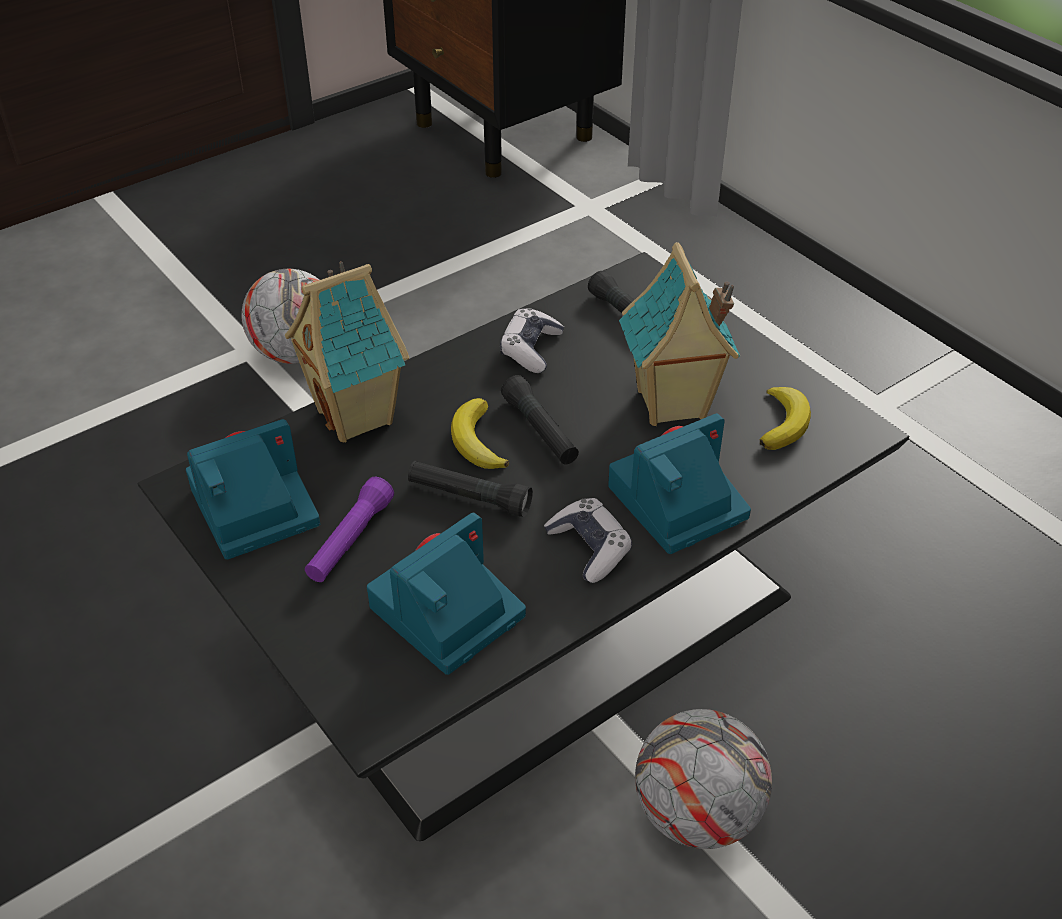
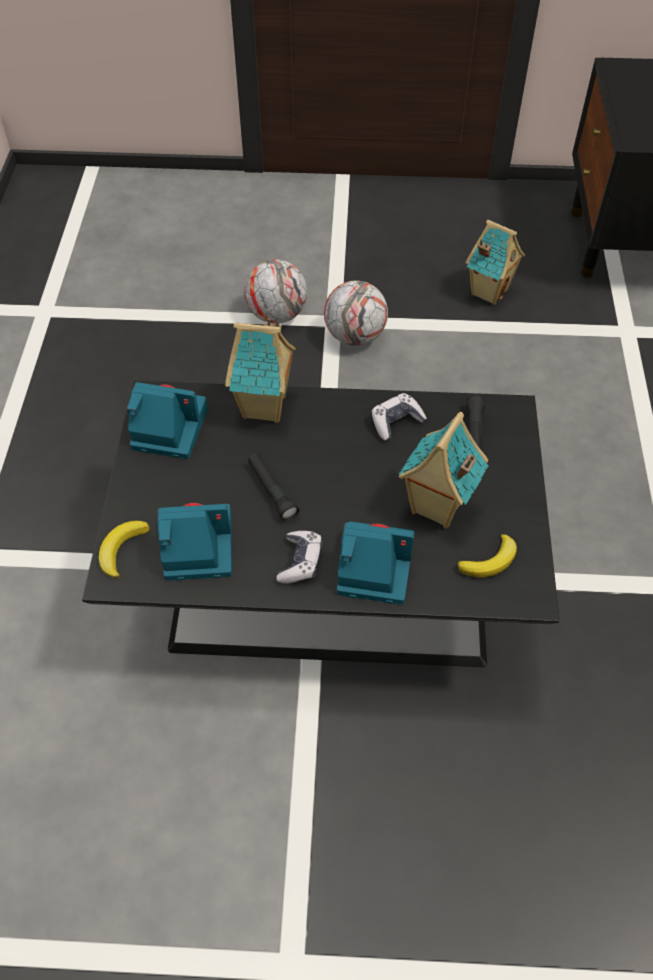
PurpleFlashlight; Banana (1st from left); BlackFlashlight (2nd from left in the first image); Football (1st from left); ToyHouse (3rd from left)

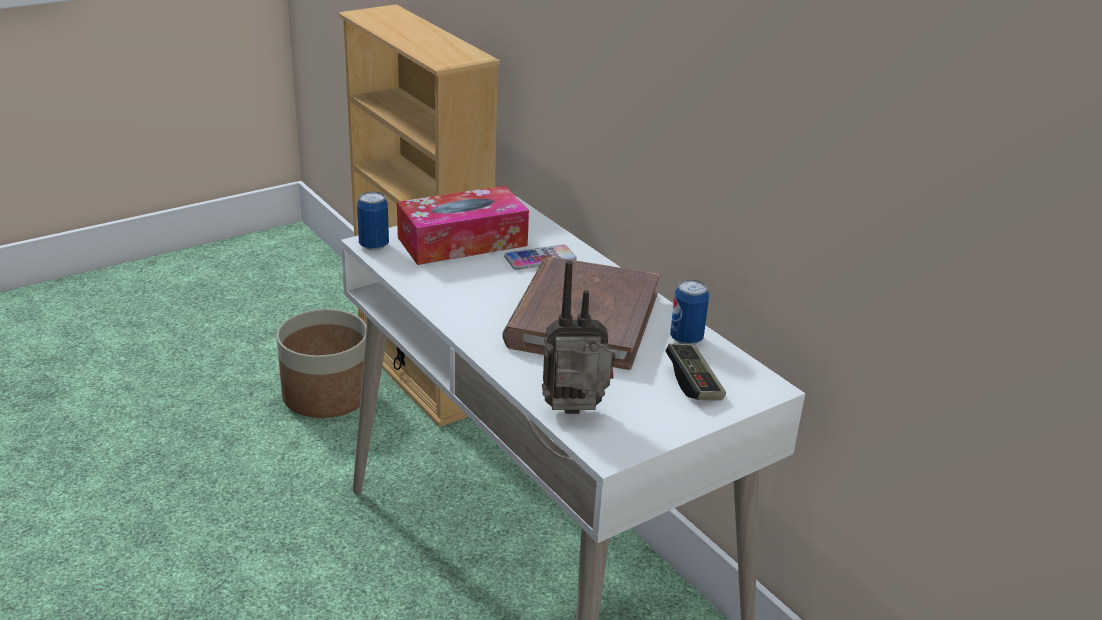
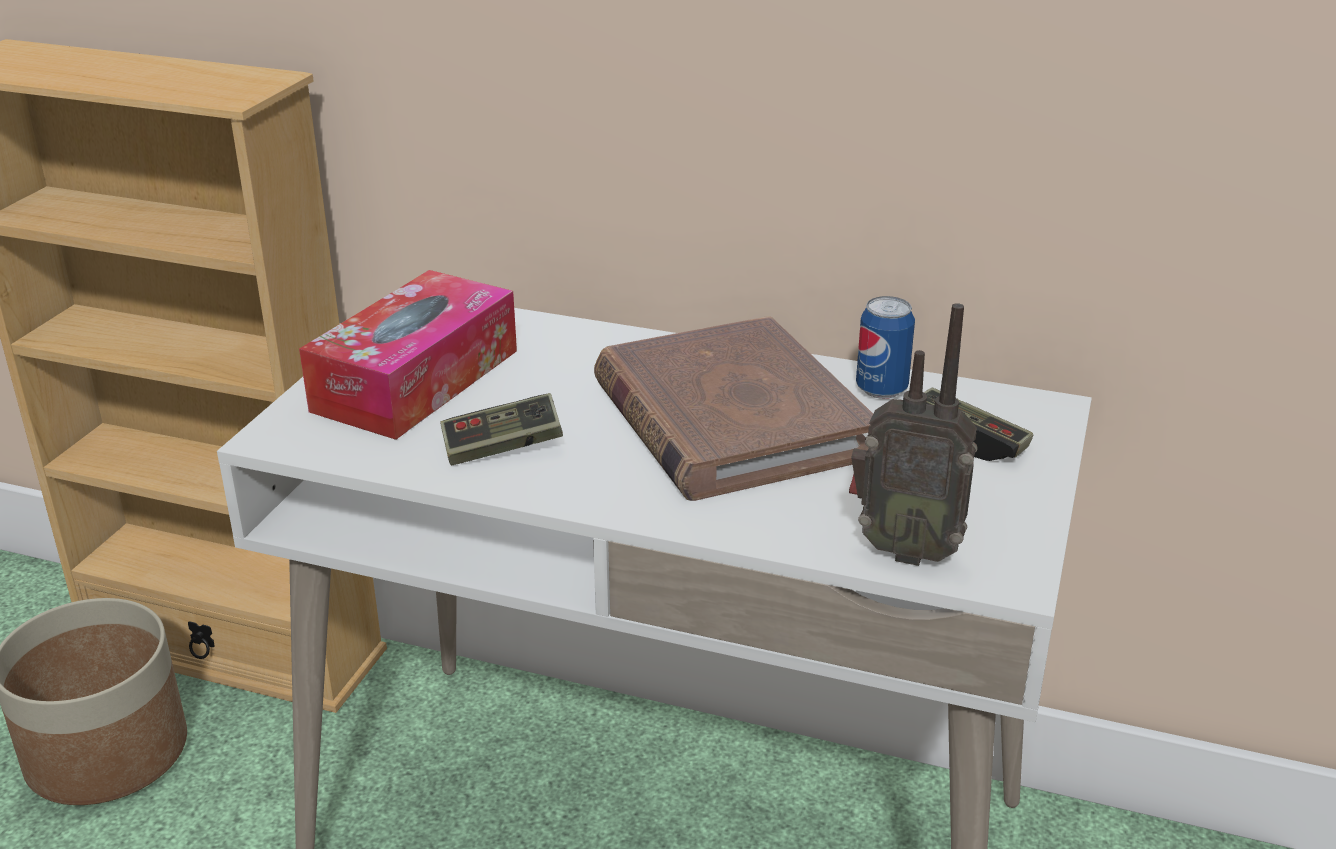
Can (1st from left in the first image); Phone; Radio; GameController (1st from left)

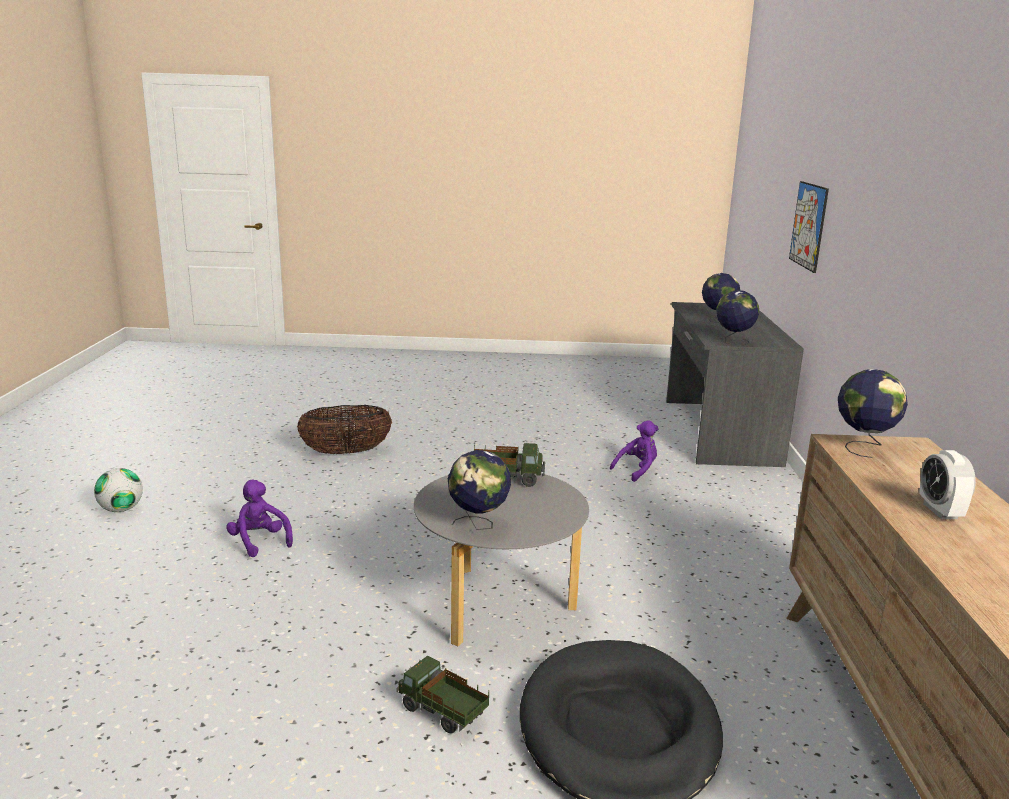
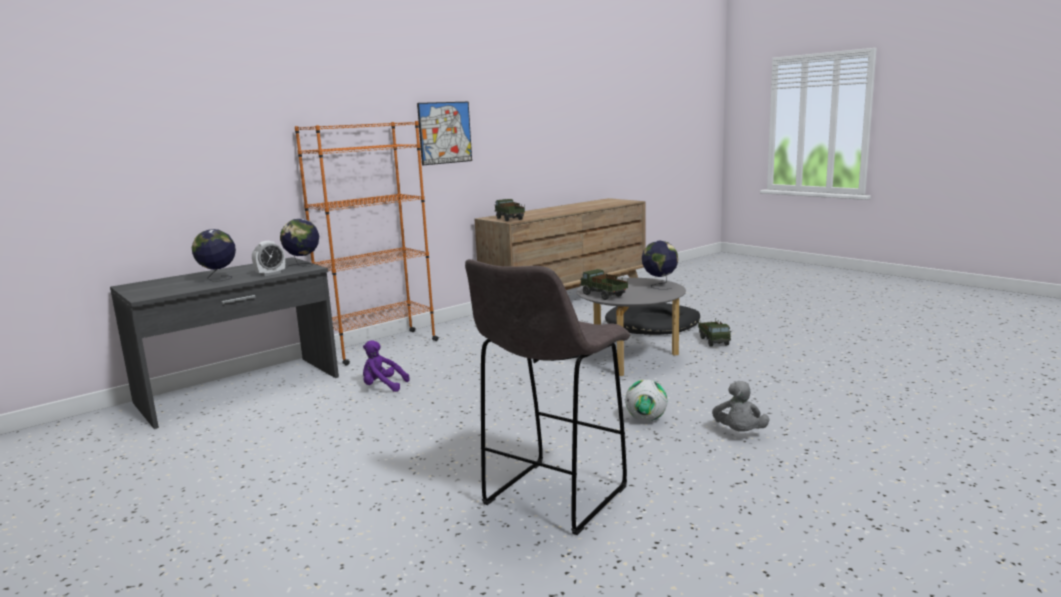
Football; GreyPlushToy; GreyStool; Picture; ToyTruck (1st from left); AlarmClock; OrangeBookcase

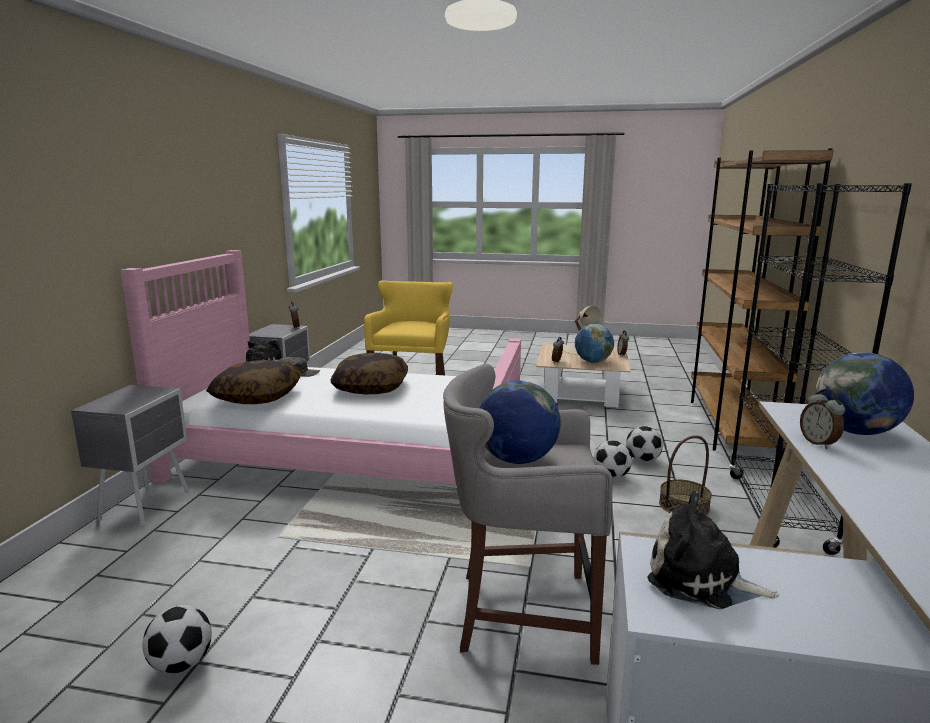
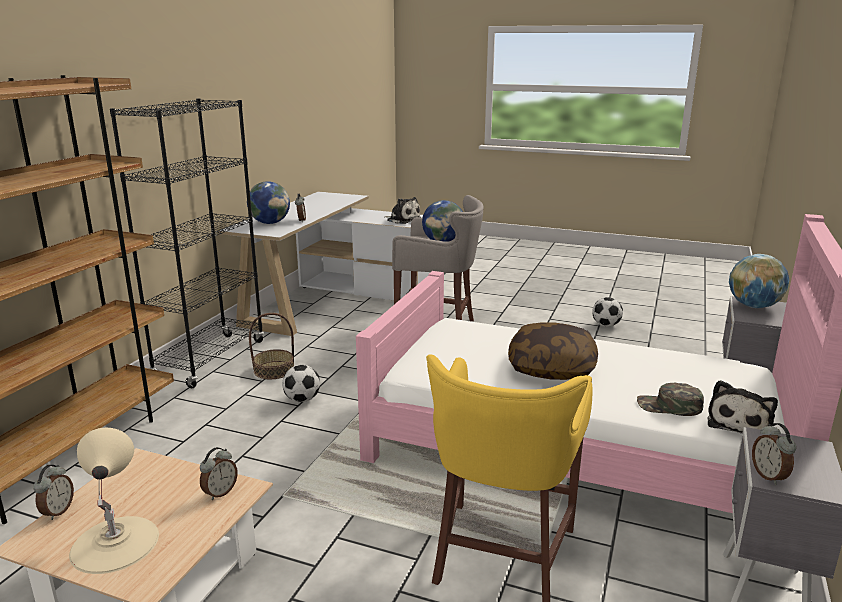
Pillow (1st from left in the first image); Globe (3rd from left); Football (3rd from left in the first image)

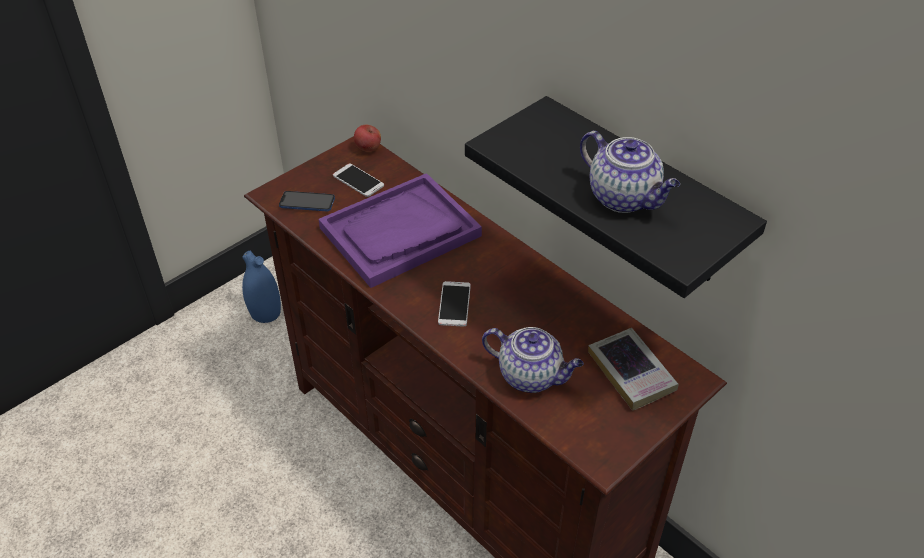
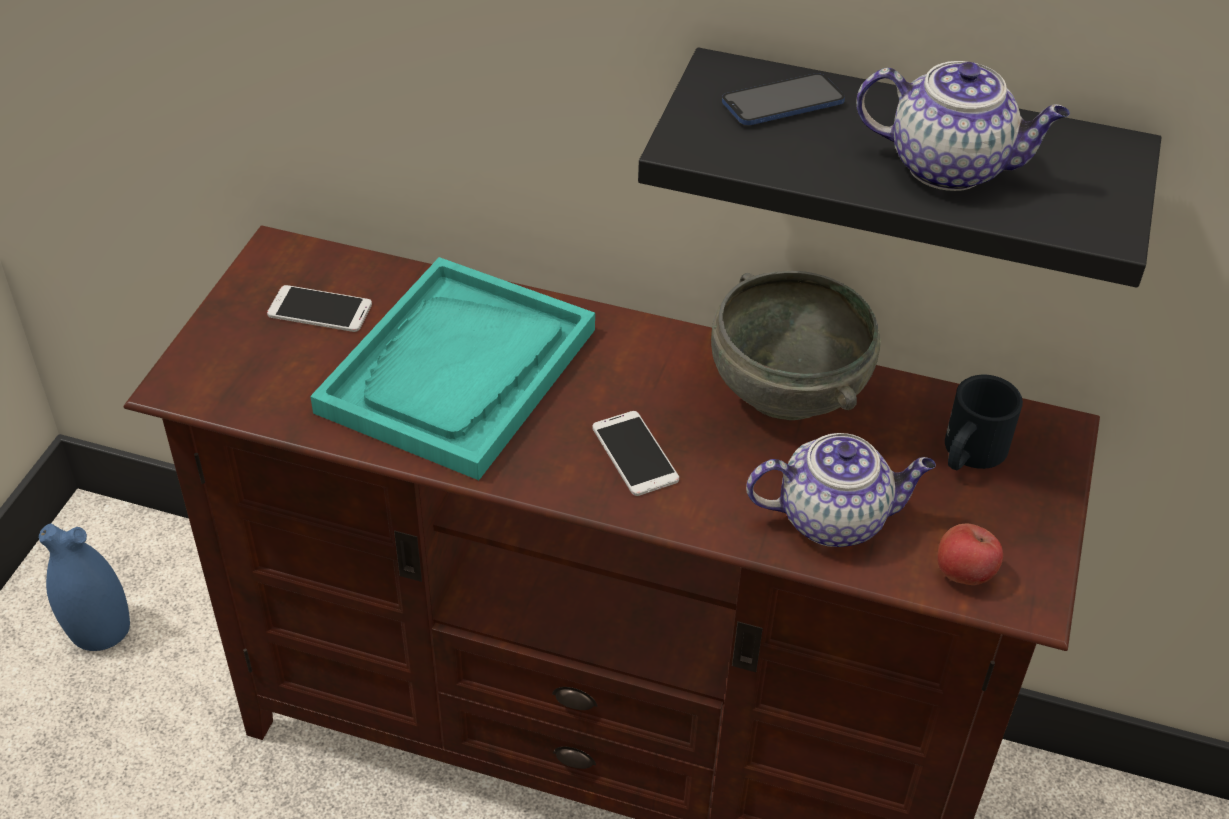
Phone (3rd from left); TurquoiseTray; Apple; BlackMug; GreyBowl

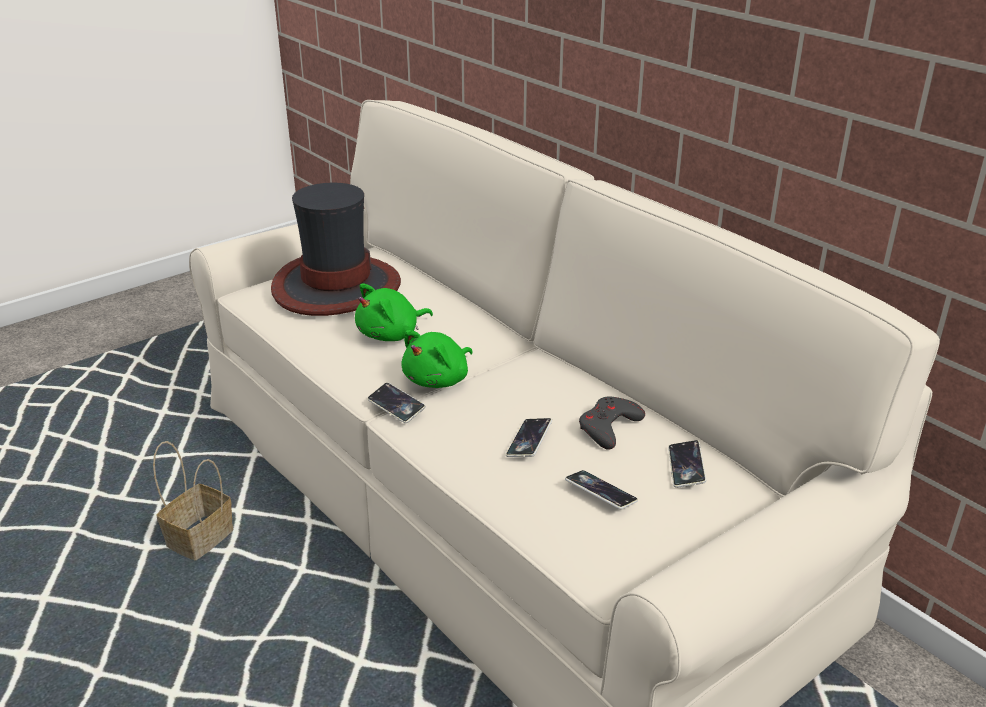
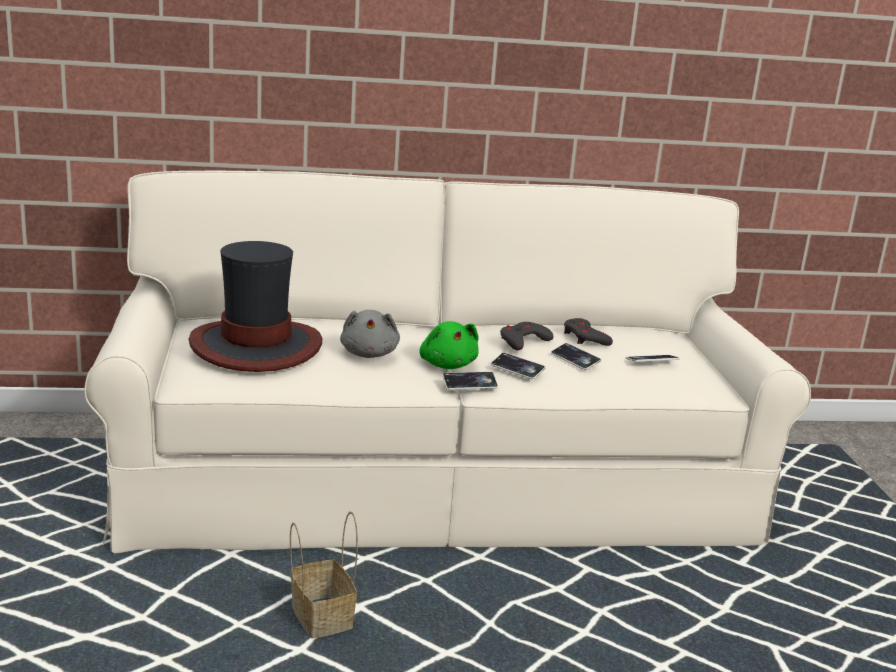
GreyPlushToy; Phone (2nd from left); GreyGameController (1st from left)

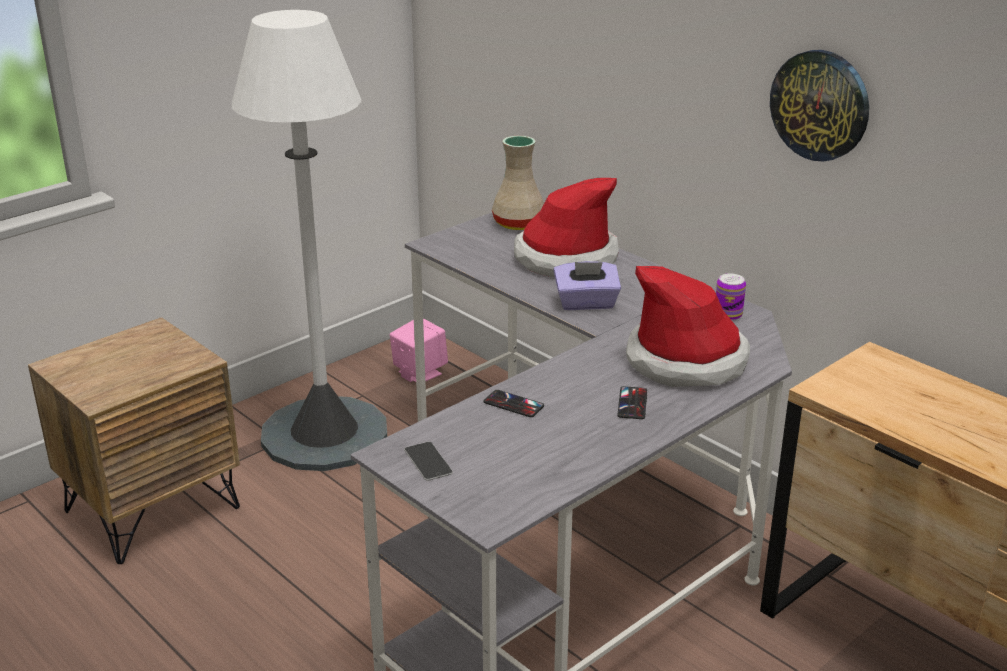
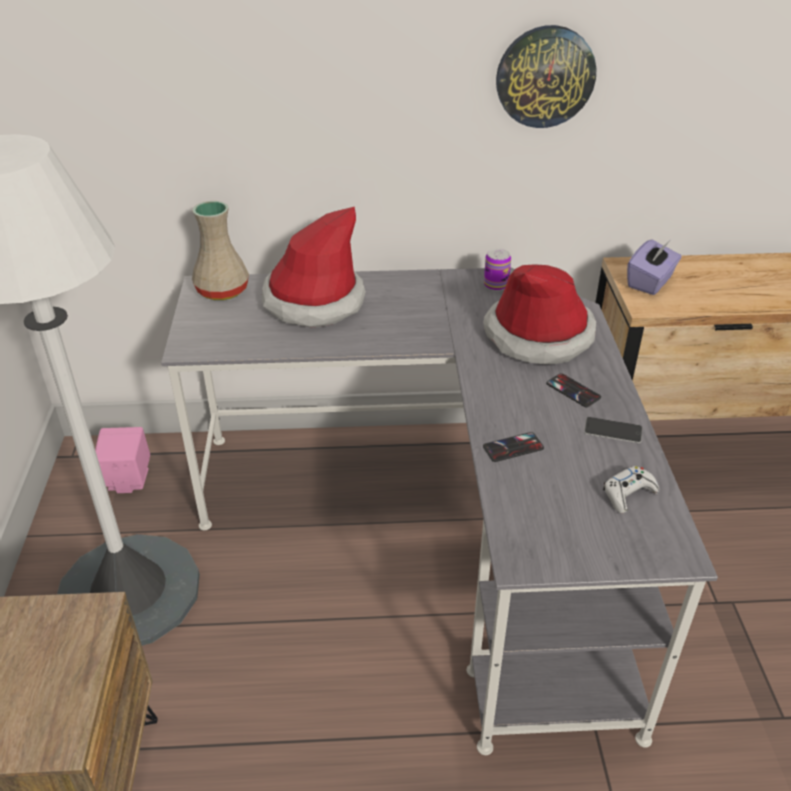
Phone (3rd from left); PurpleTissueBox; WhiteGameController

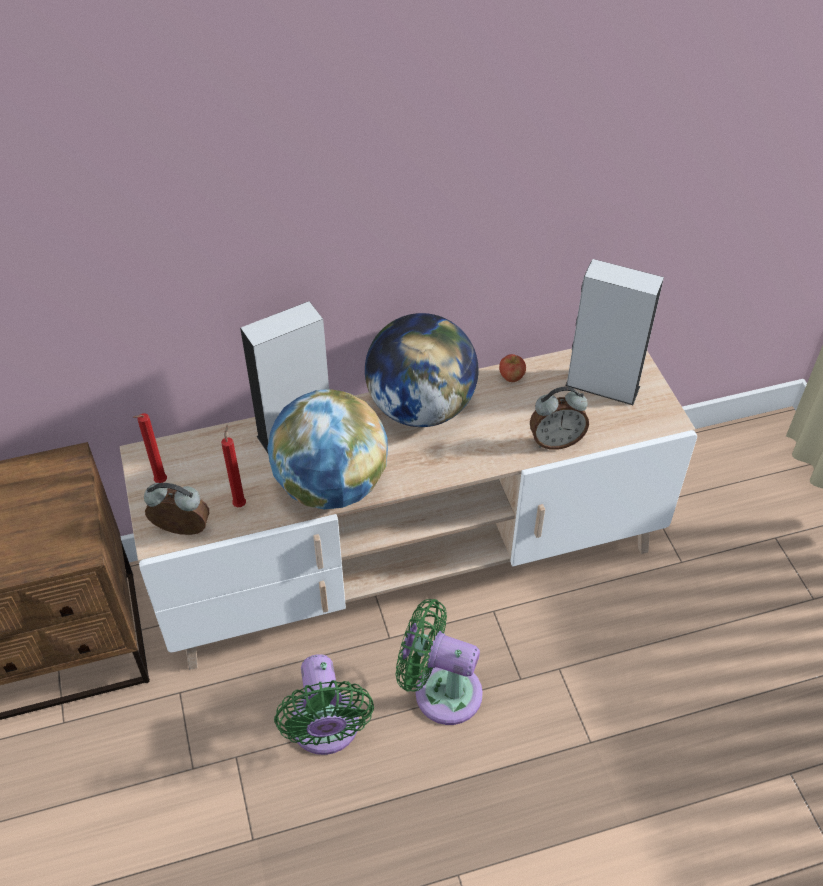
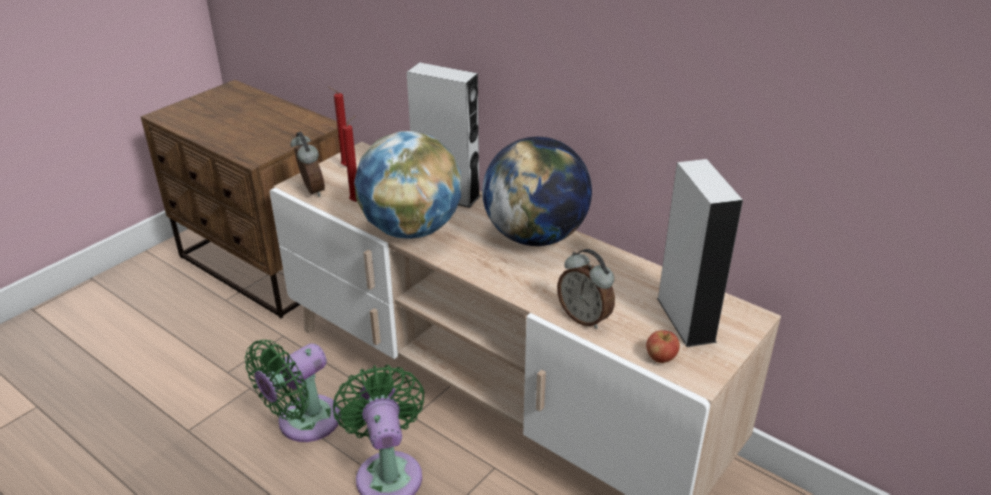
Apple

